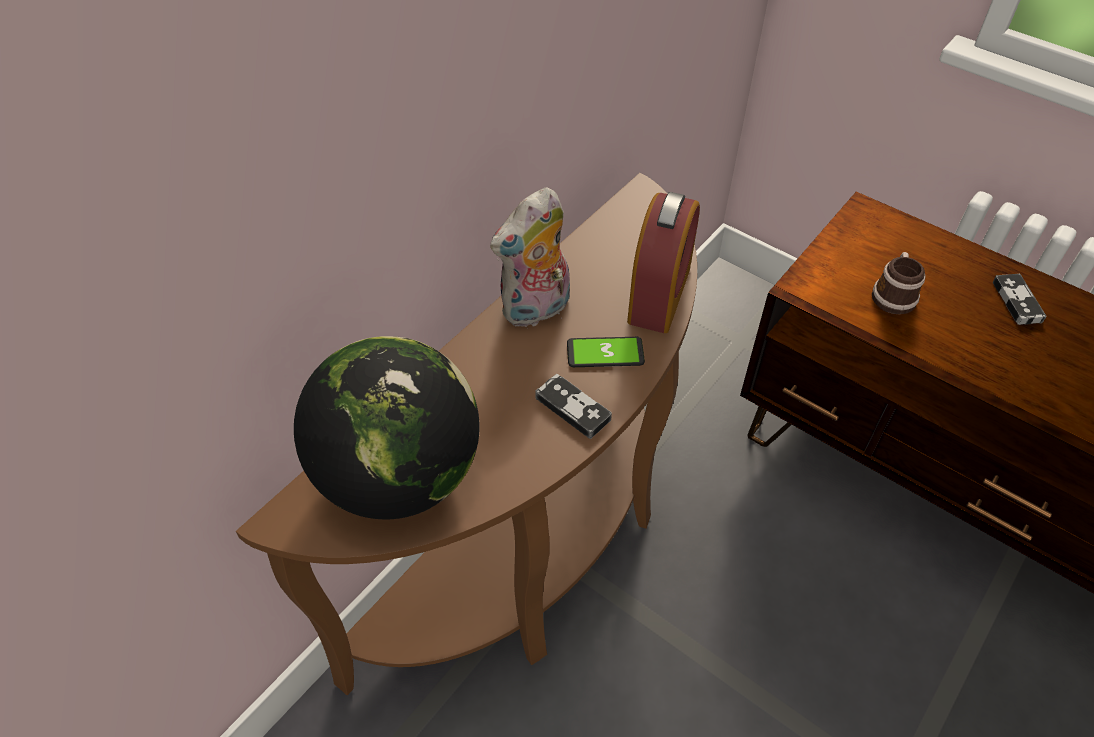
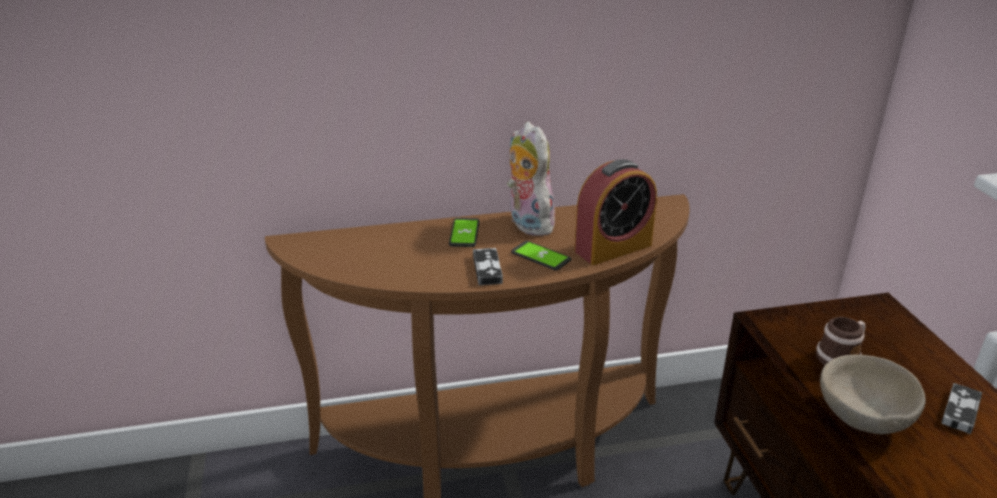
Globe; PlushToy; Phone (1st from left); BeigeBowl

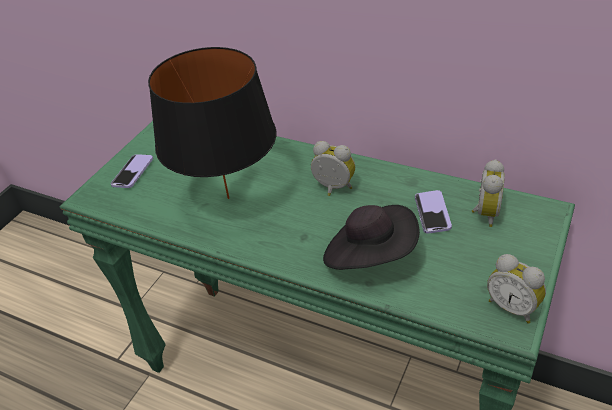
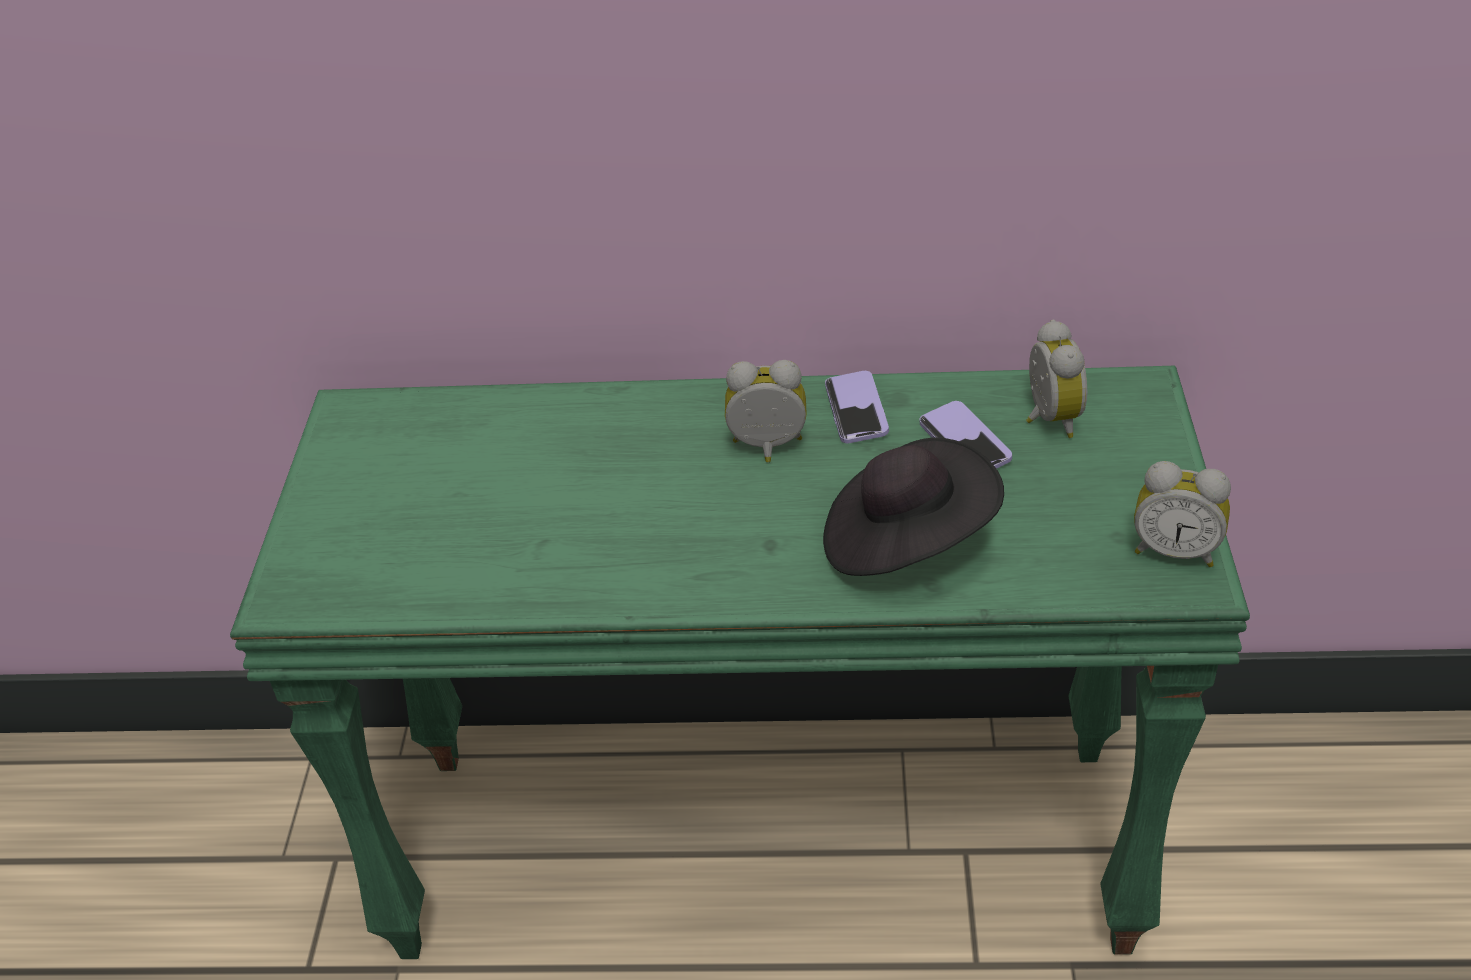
Phone (1st from left); BlackTableLamp

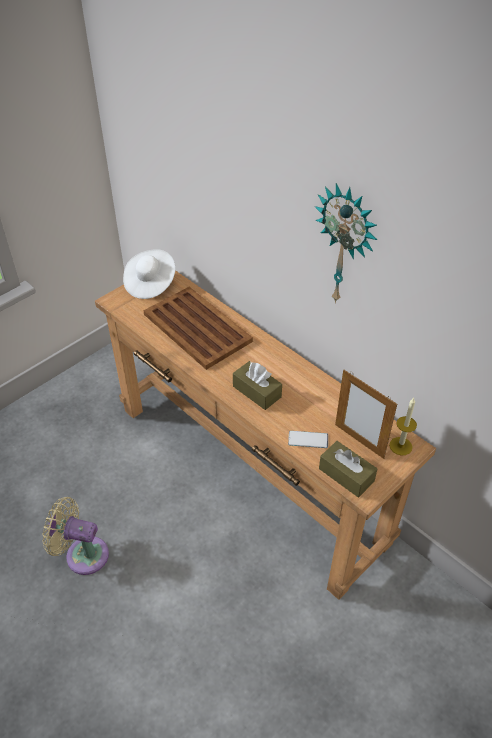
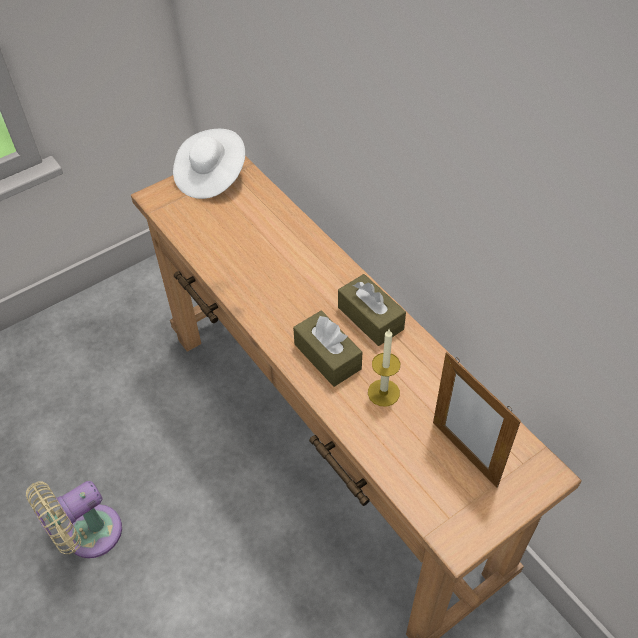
BeigeFan; BrownTray; Phone; WallClock; BrownTissueBox (2nd from left); Candle

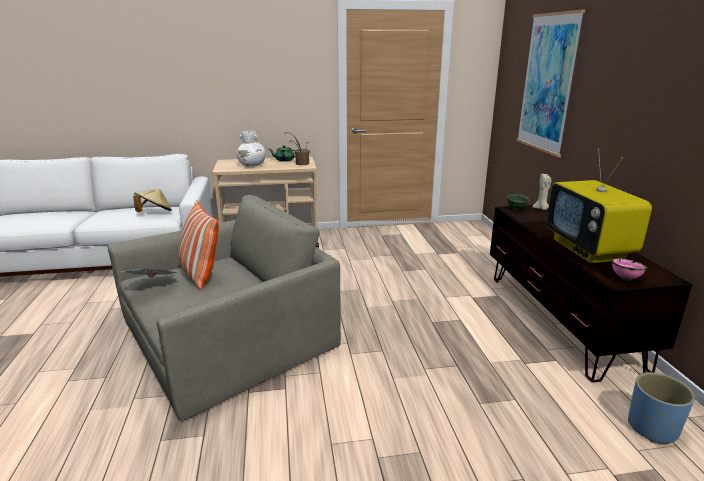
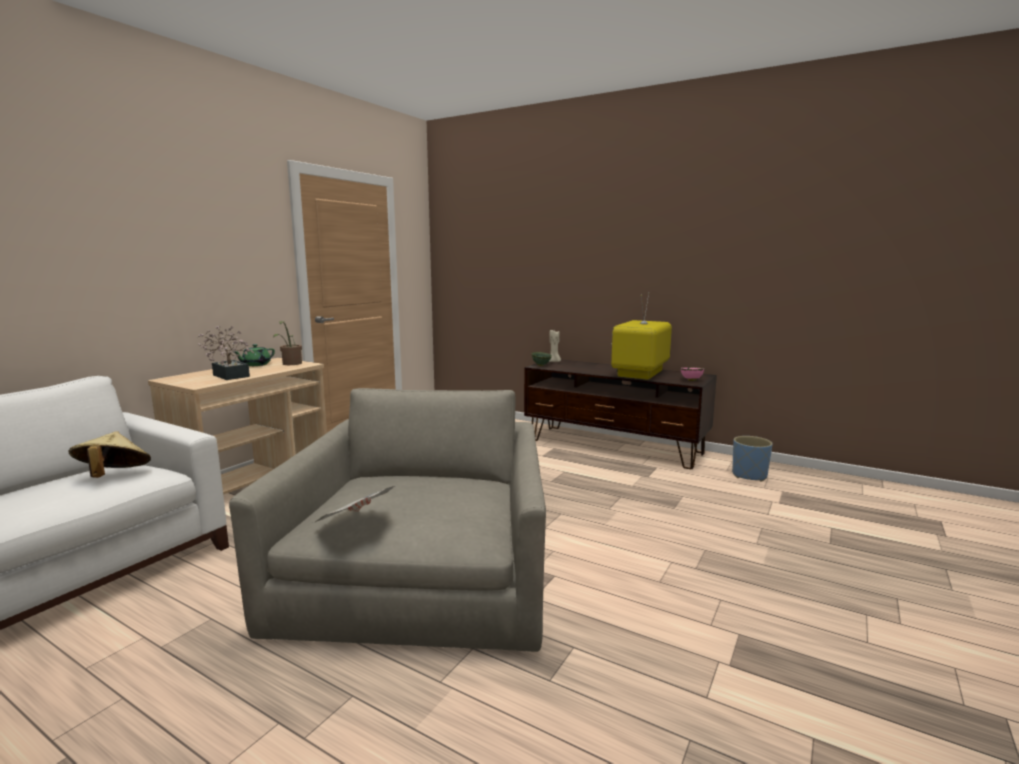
Pillow; PottedPlant (1st from left); Picture; Television

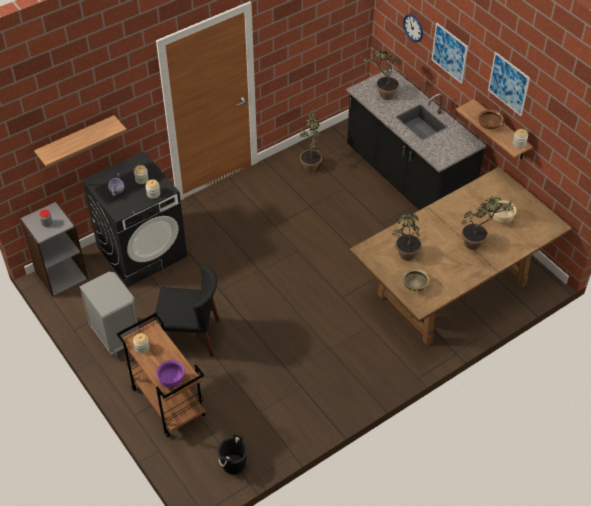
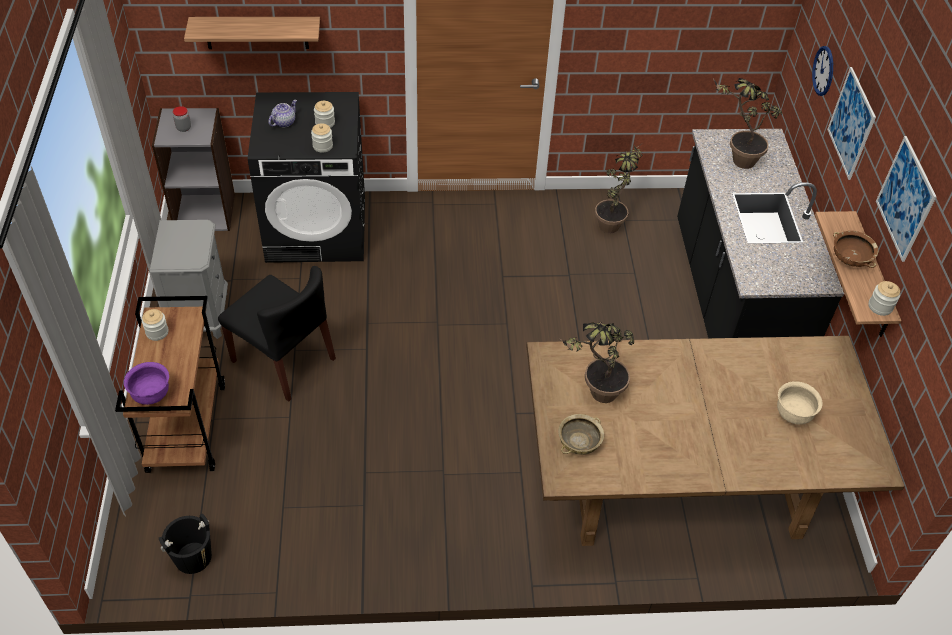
PottedPlant (4th from left in the first image)

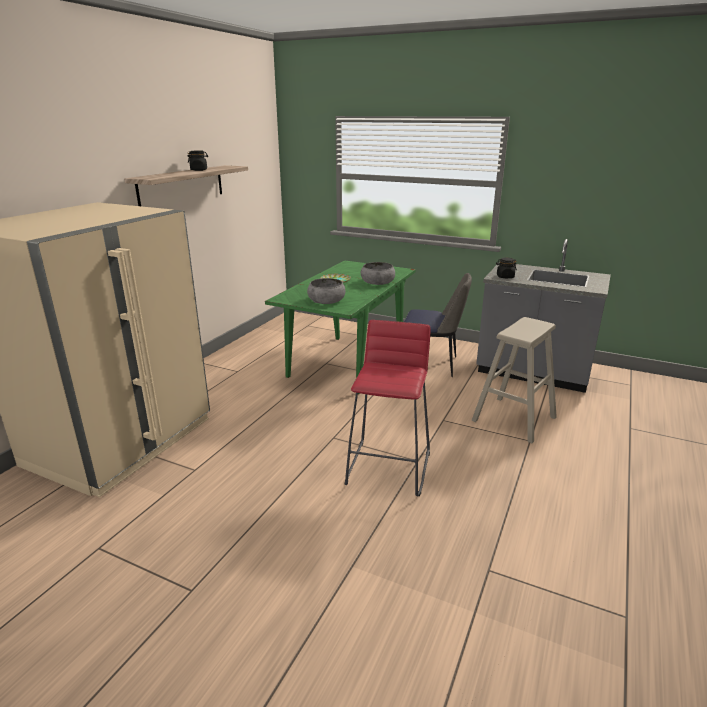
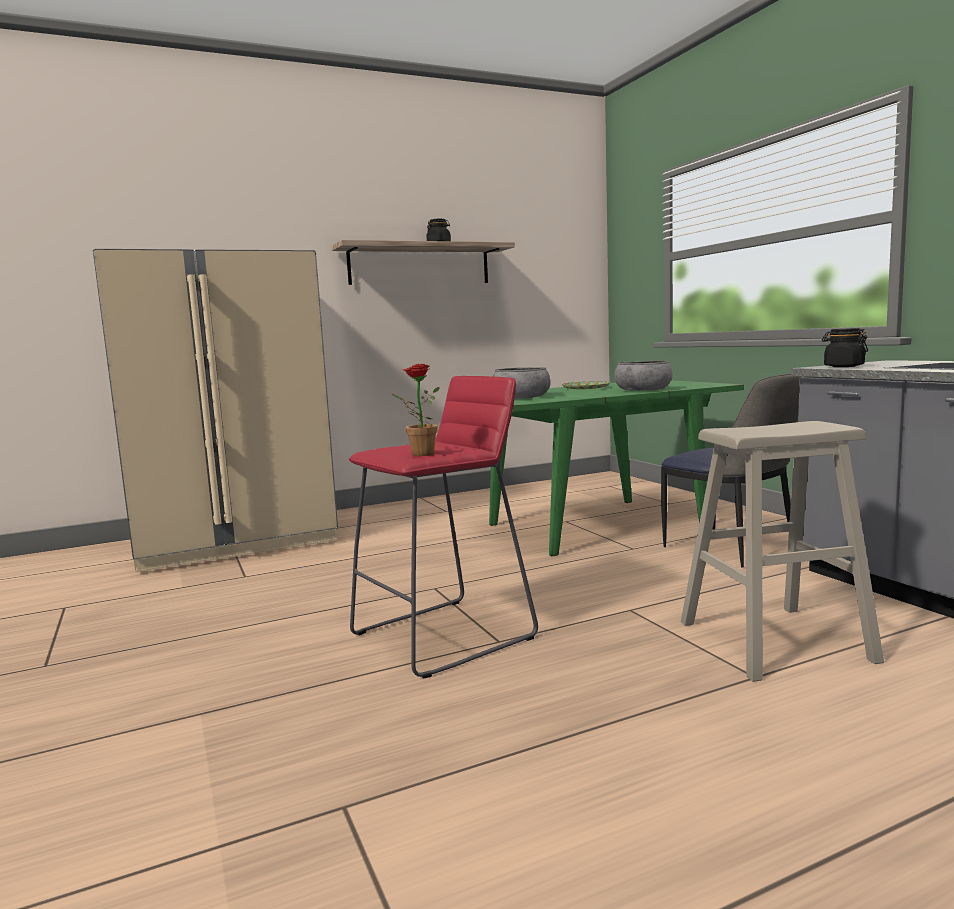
PottedPlant

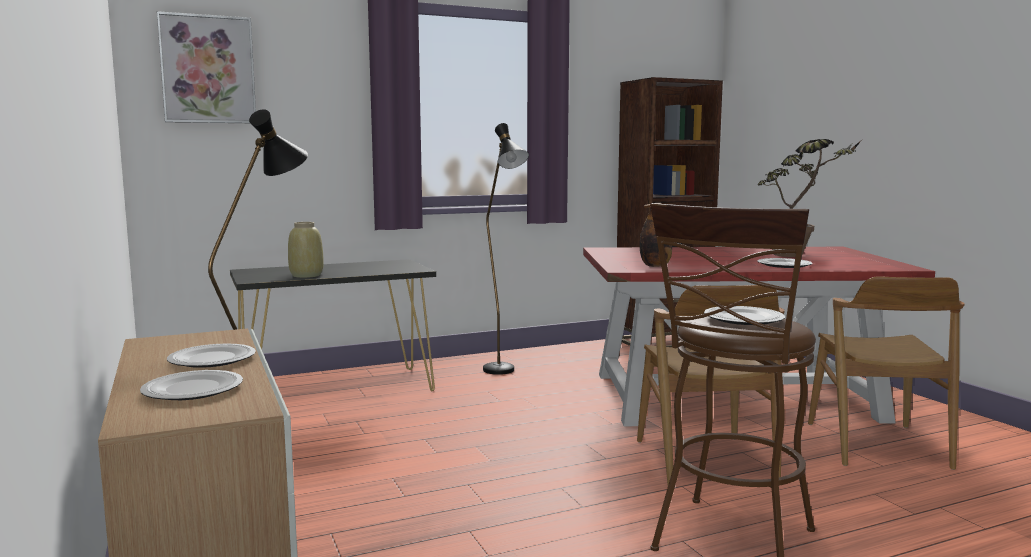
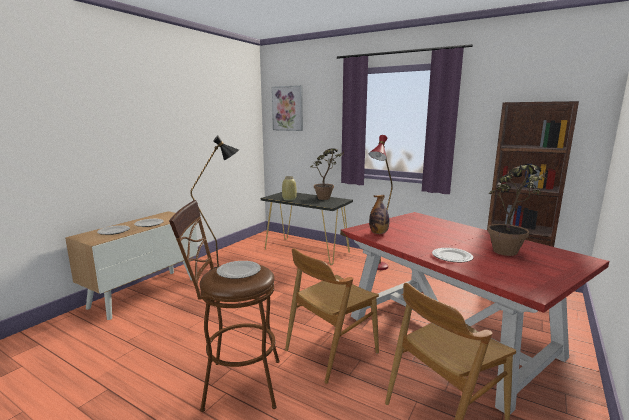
RedFloorLamp; PottedPlant (1st from left)

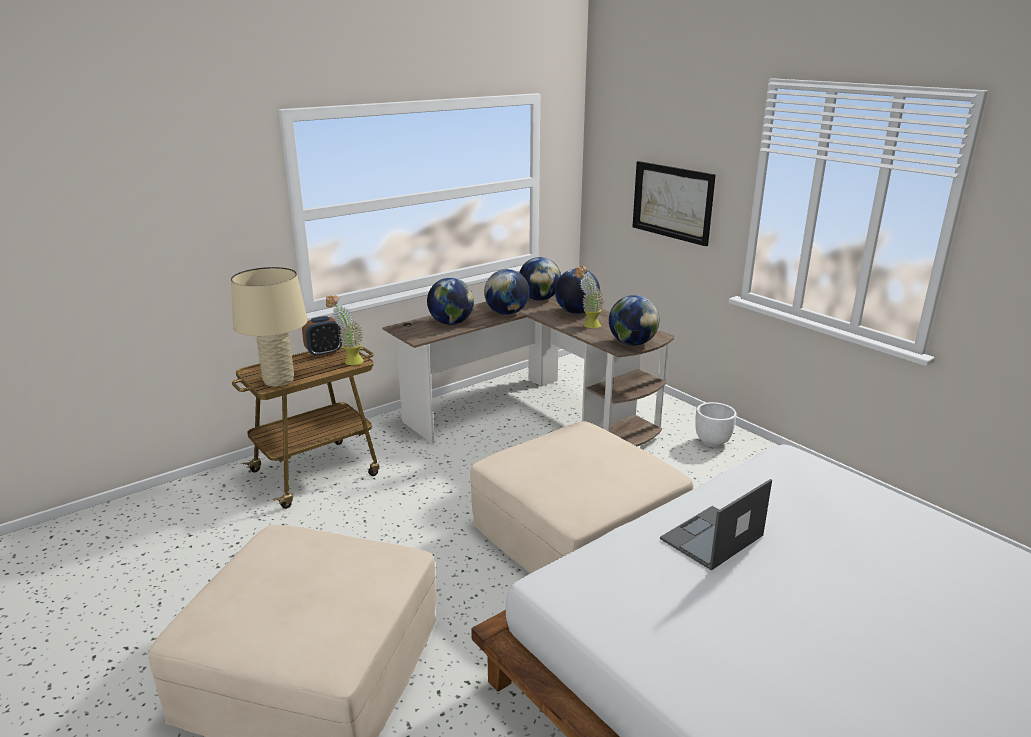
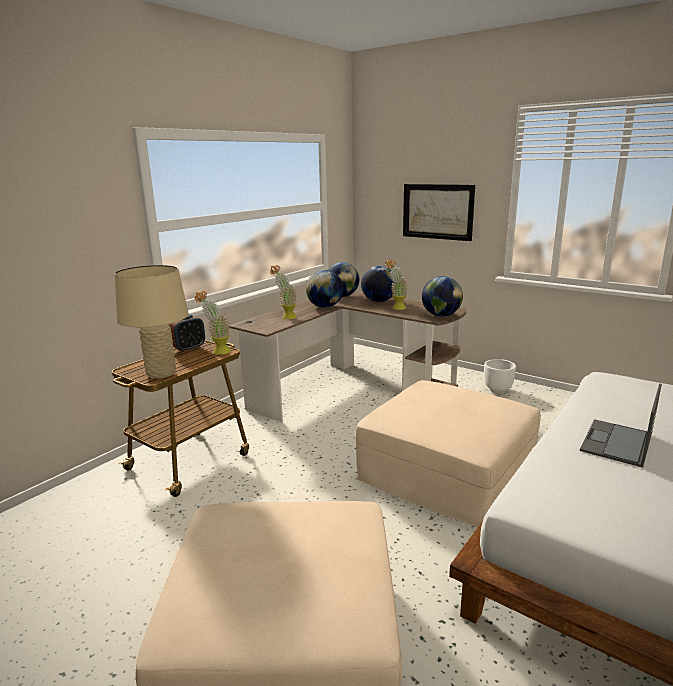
PottedPlant (2nd from left)

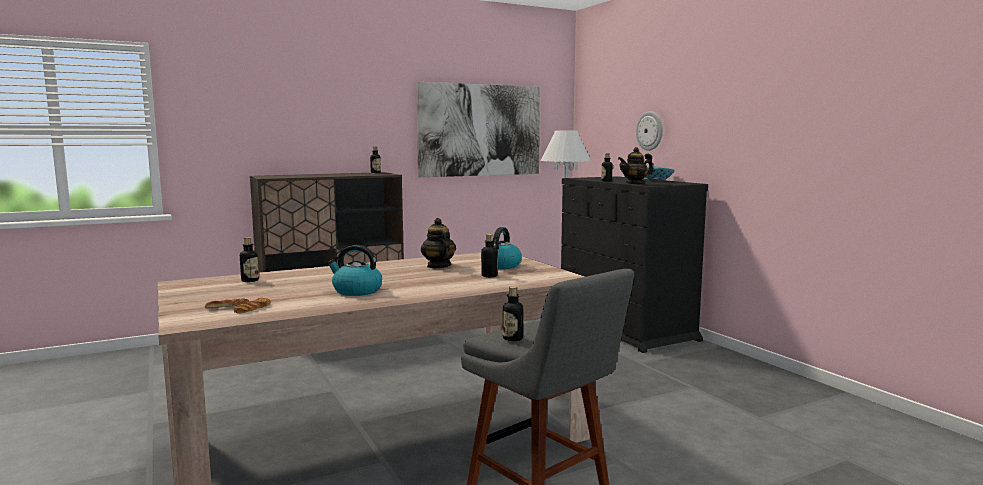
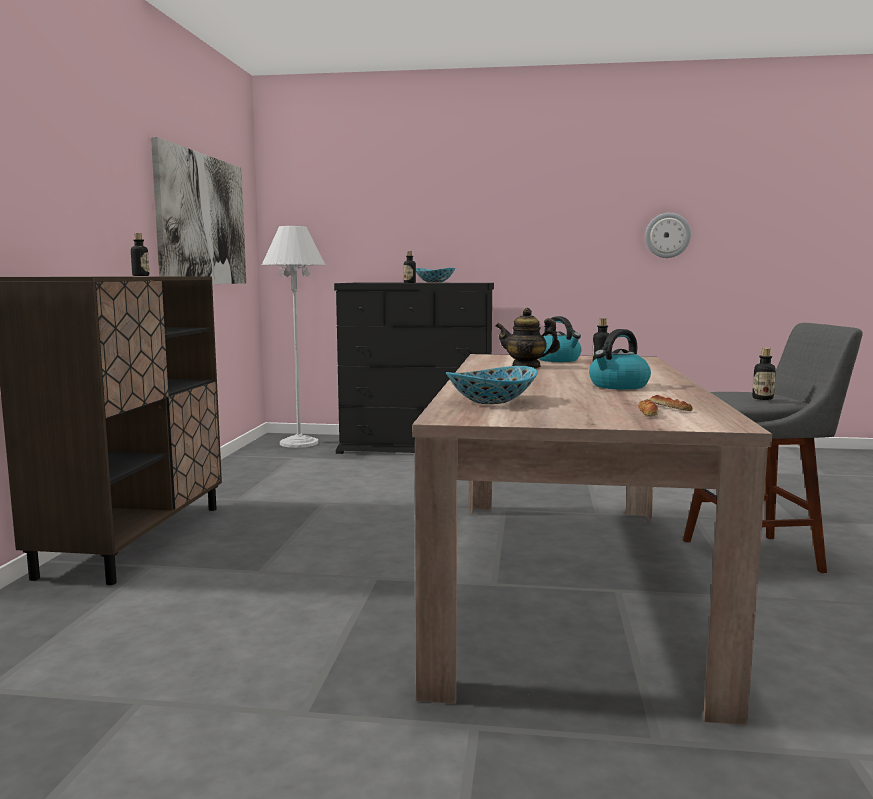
Bowl (2nd from left); Teapot (2nd from left in the first image); WallClock

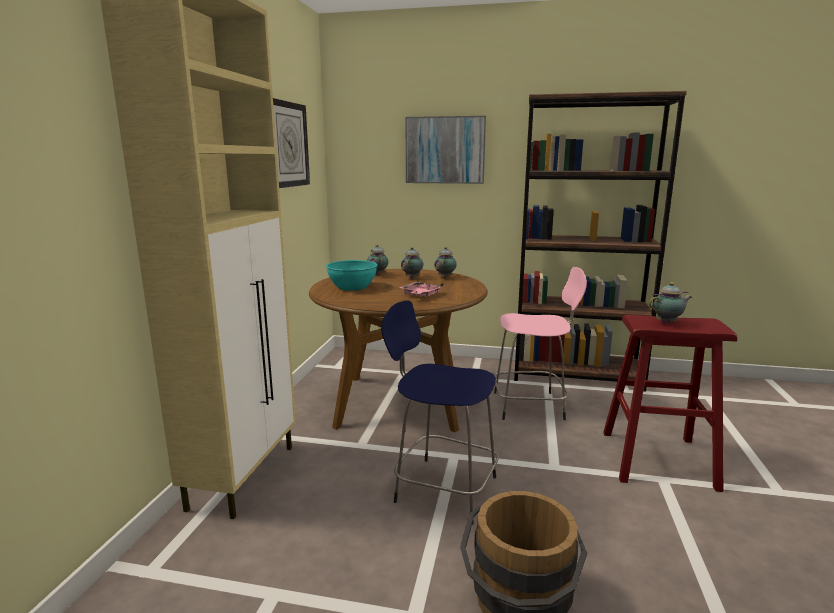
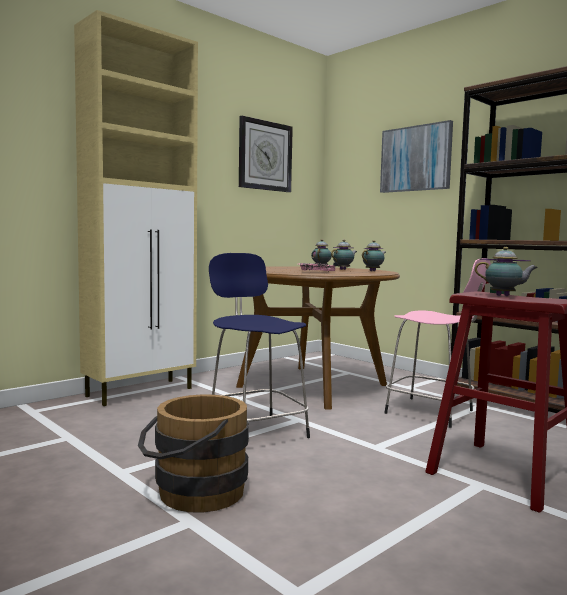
TurquoiseBowl

